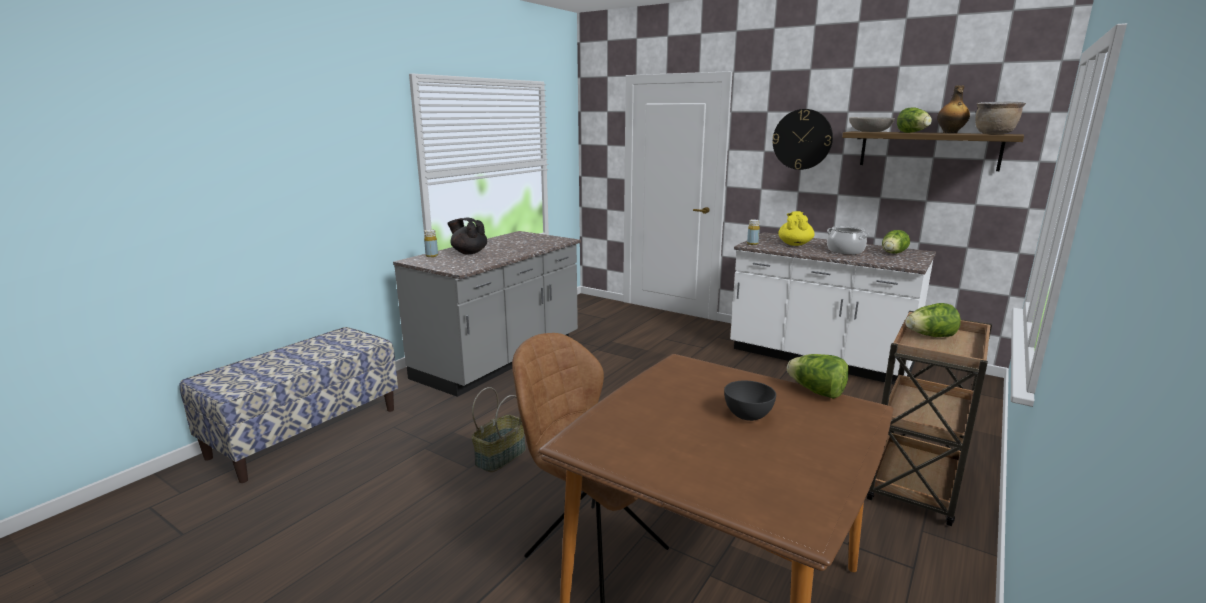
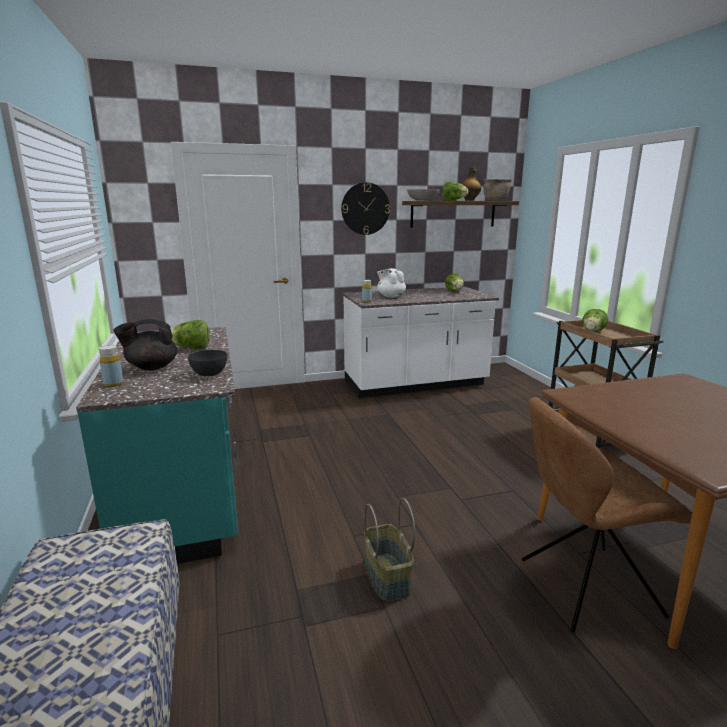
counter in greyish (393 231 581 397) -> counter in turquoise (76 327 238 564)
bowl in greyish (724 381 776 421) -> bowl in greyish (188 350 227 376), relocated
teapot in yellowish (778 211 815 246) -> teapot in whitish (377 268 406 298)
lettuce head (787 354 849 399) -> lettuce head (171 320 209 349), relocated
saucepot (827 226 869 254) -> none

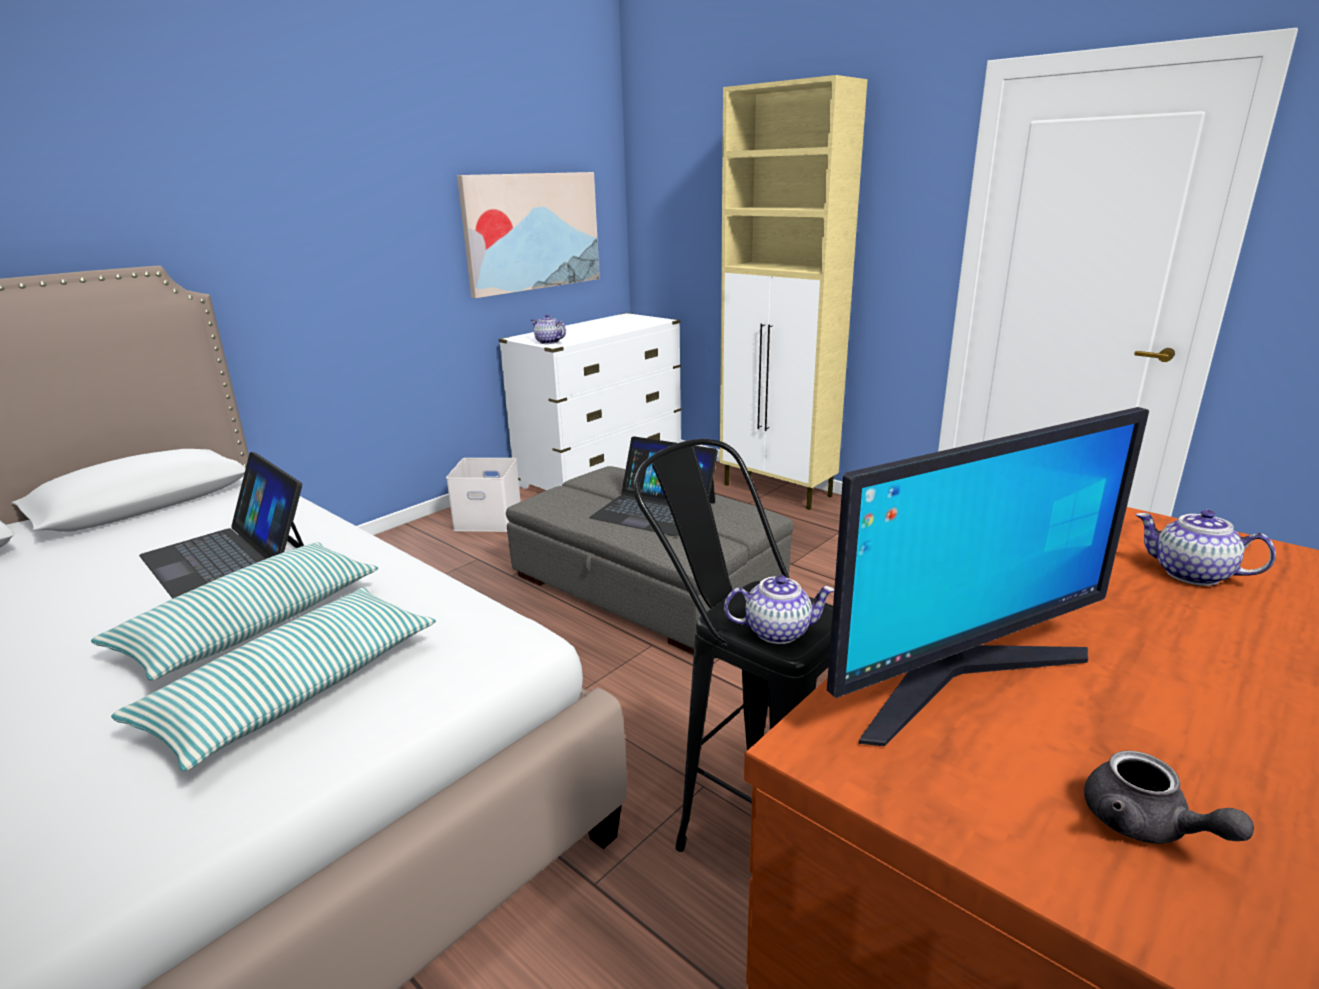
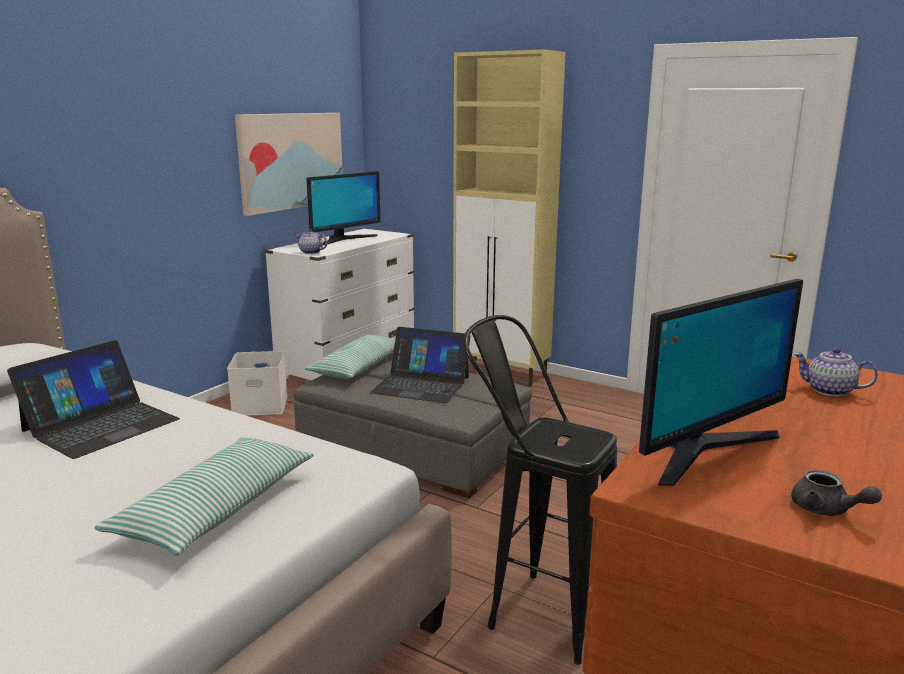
pillow (91 542 378 681) -> pillow (305 335 395 379), relocated
portable computer (139 452 304 599) -> portable computer (7 340 180 459), 90 degrees counterclockwise
teapot (724 575 834 644) -> none
none -> monitor (306 171 381 245)

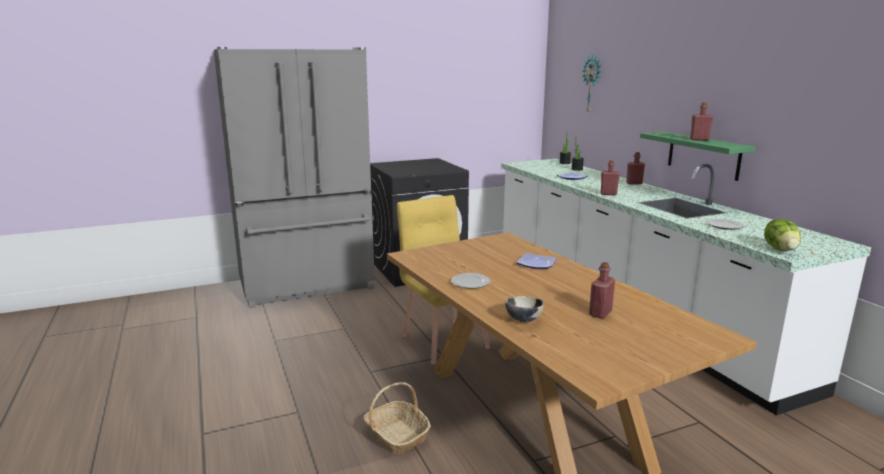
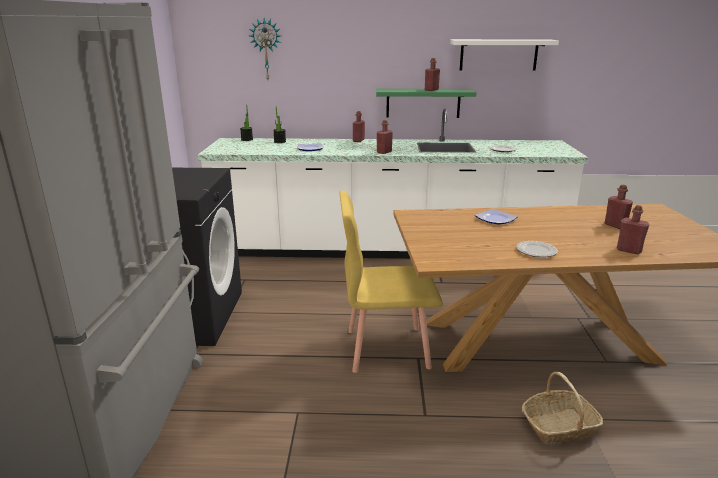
bowl (505 296 544 322) -> bottle in red-coloured (617 205 650 254)
lettuce head (764 219 801 251) -> none
none -> shelf in whitish (450 39 559 71)

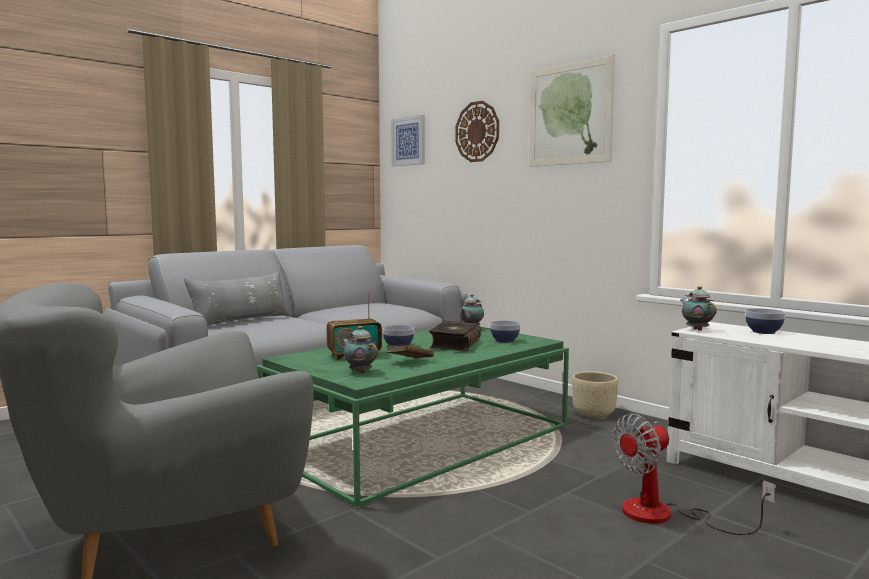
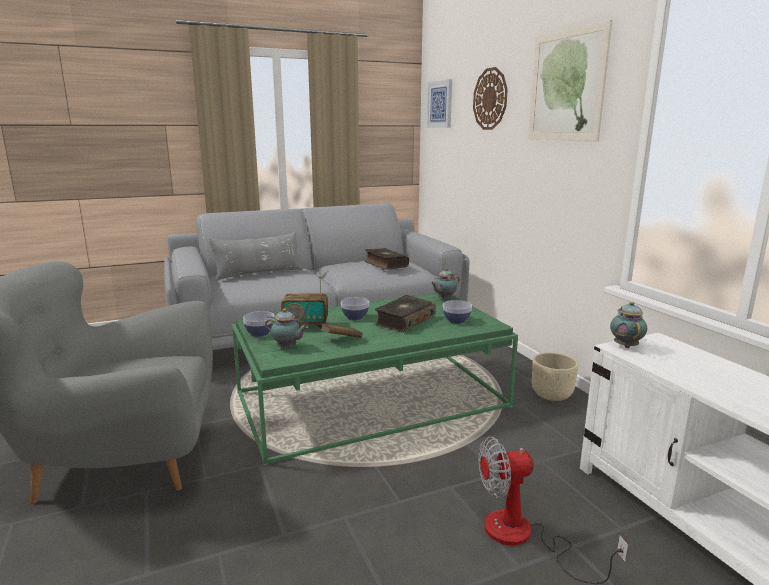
teapot (342 326 378 373) -> teapot (265 308 308 348), 135 degrees clockwise
bowl (745 308 785 334) -> bowl (243 311 275 337), relocated
none -> book (365 248 409 270)

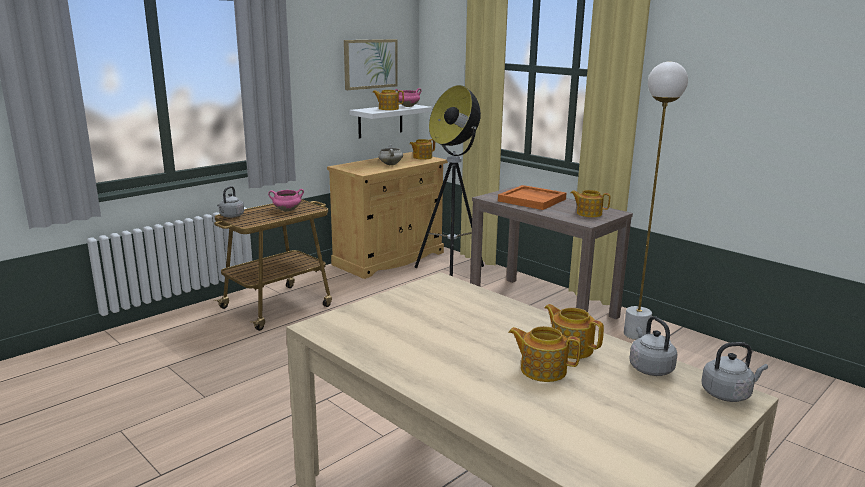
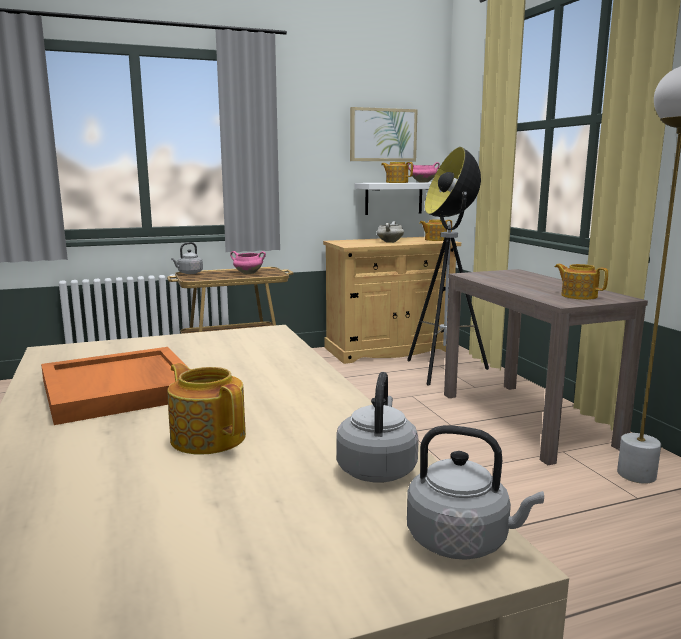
serving tray in orangey (498 185 566 210) -> serving tray in orangey (41 347 186 425), relocated
teapot (544 304 604 359) -> none

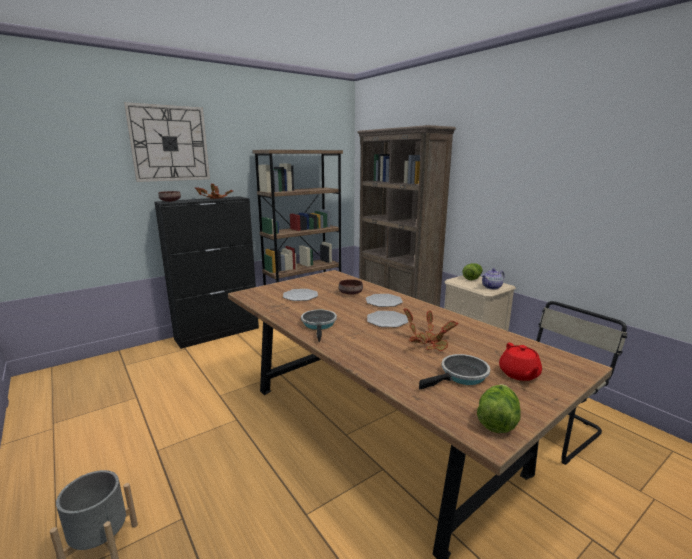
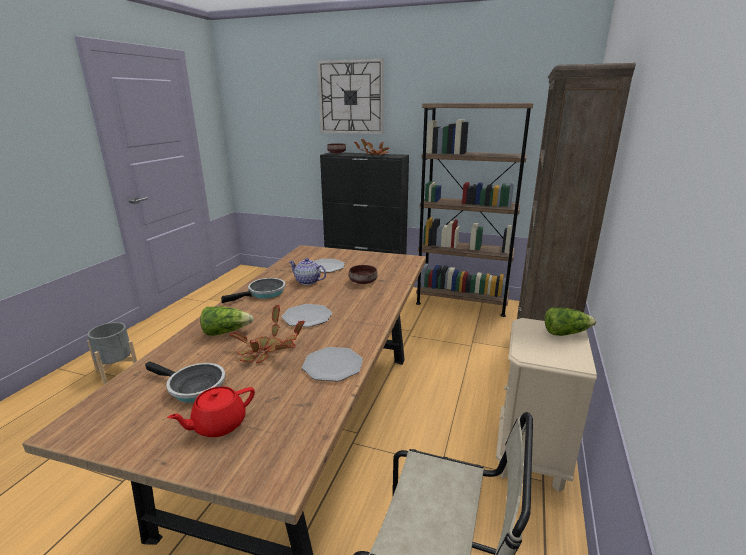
plate (366 294 403 307) -> plate (302 347 363 381), relocated
lettuce head (477 384 521 433) -> lettuce head (200 306 254 336), relocated
teapot (481 268 505 289) -> teapot (289 258 326 285), relocated

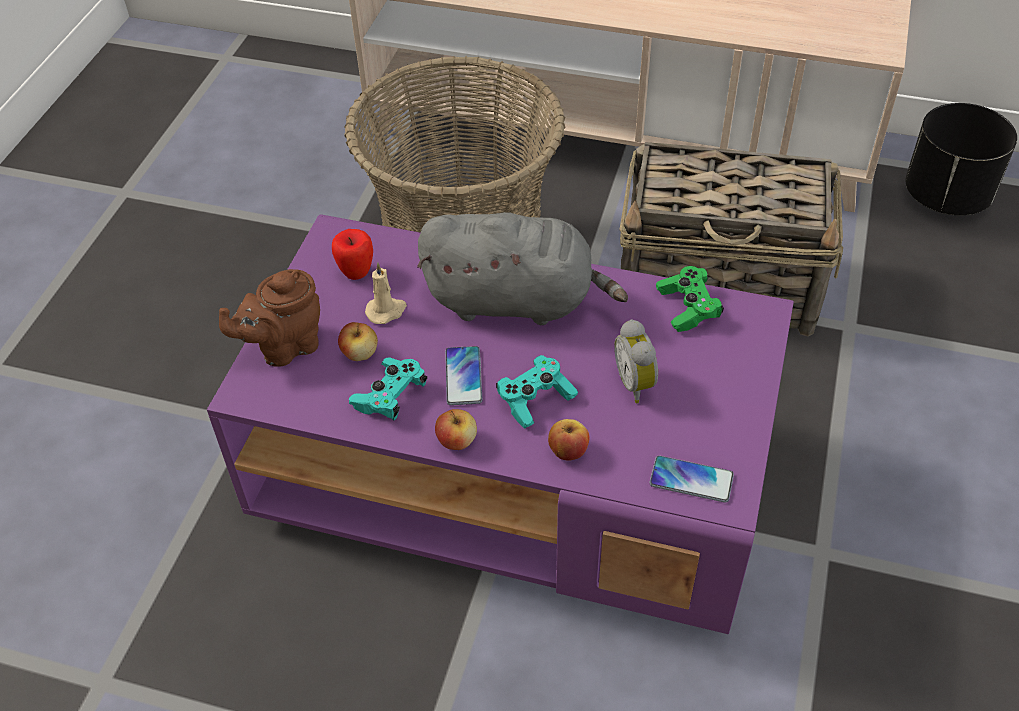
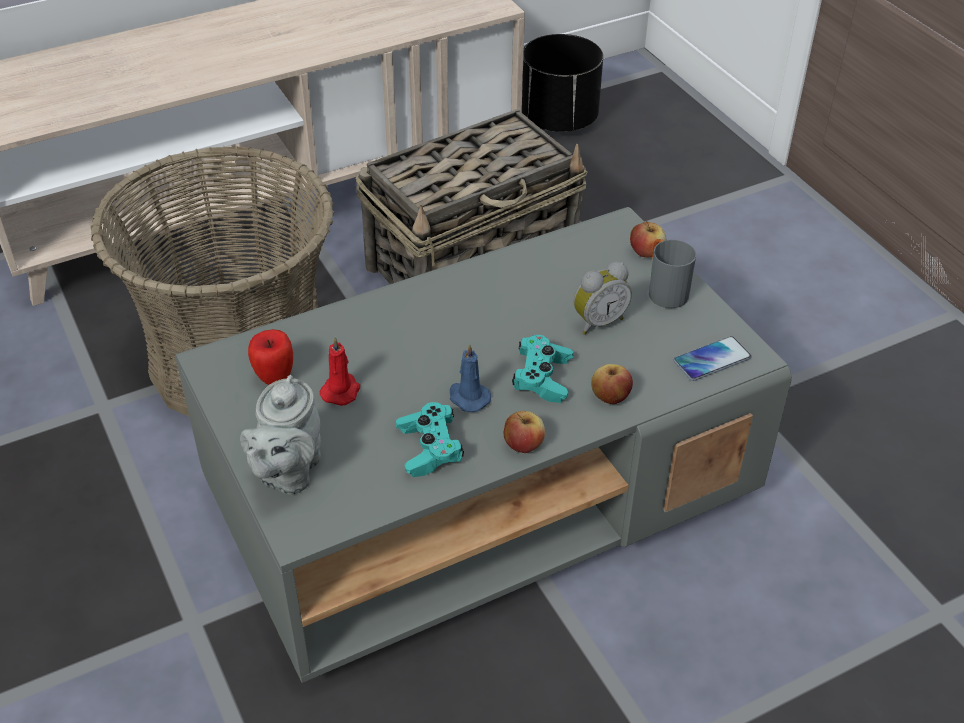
coffee table in purple-coloured (207 214 794 634) -> coffee table in greyish (175 207 792 683)
teapot in brown (219 269 320 367) -> teapot in greyish (240 375 321 495)
apple (338 322 378 361) -> apple (630 220 666 258), relocated
wax light in beige-coloured (365 262 407 324) -> wax light in red-coloured (320 337 360 406)
plush toy in greyish (417 212 628 325) -> none
phone (445 346 483 405) -> wax light in blue (450 343 491 412)
alarm clock (614 319 658 403) -> alarm clock (574 262 632 335), 60 degrees counterclockwise
gamepad in greenish (656 266 724 332) -> none
none -> mug in greyish (649 239 696 308)

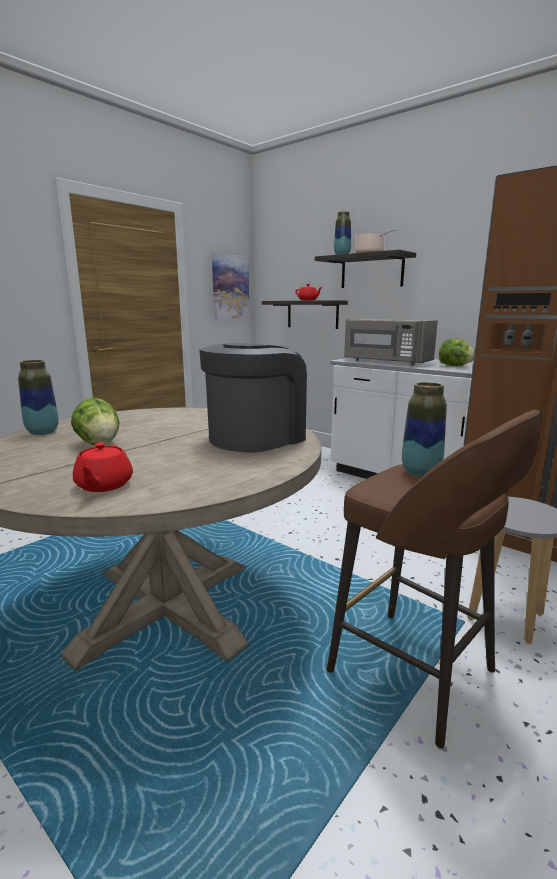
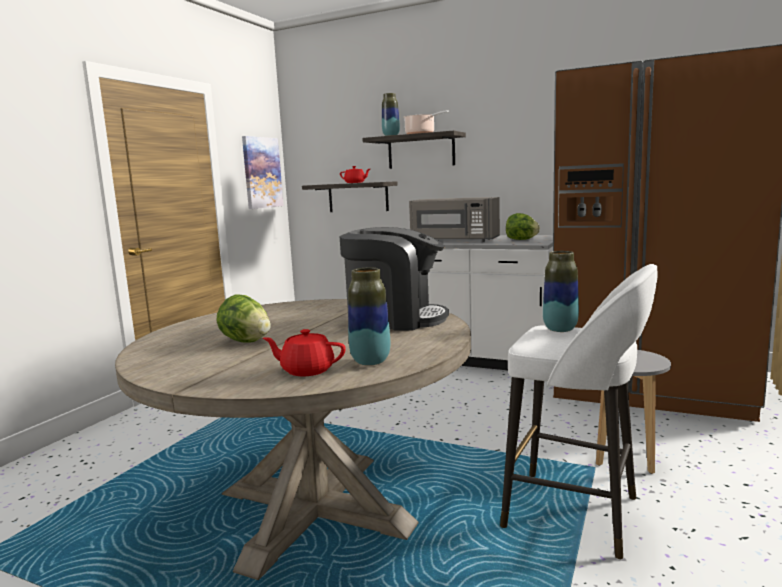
flower vase (18 360 59 435) -> flower vase (348 268 390 366), relocated
teapot in red-coloured (73 442 133 492) -> teapot in red-coloured (263 329 346 376), 120 degrees clockwise
coffee brewer (199 343 307 453) -> coffee brewer (339 227 449 331), 75 degrees clockwise
stool in brown (327 410 541 748) -> stool in whitish (500 264 658 560)

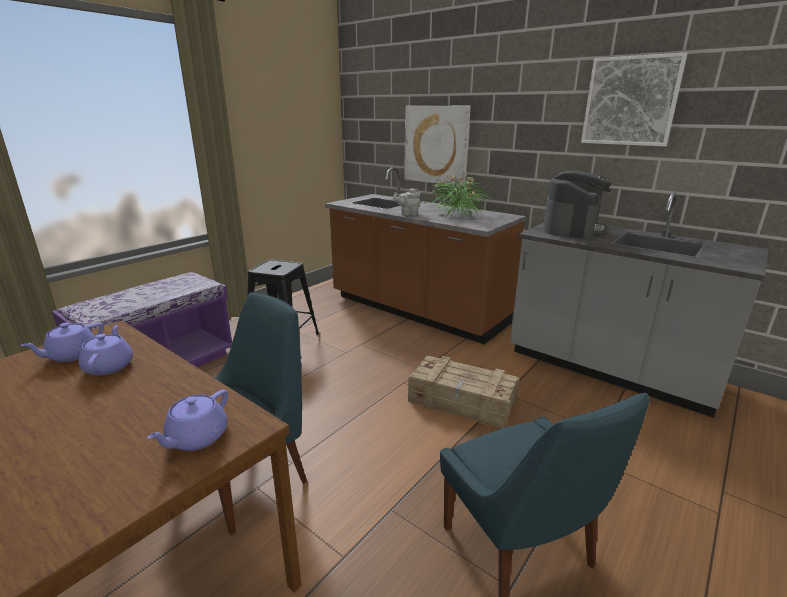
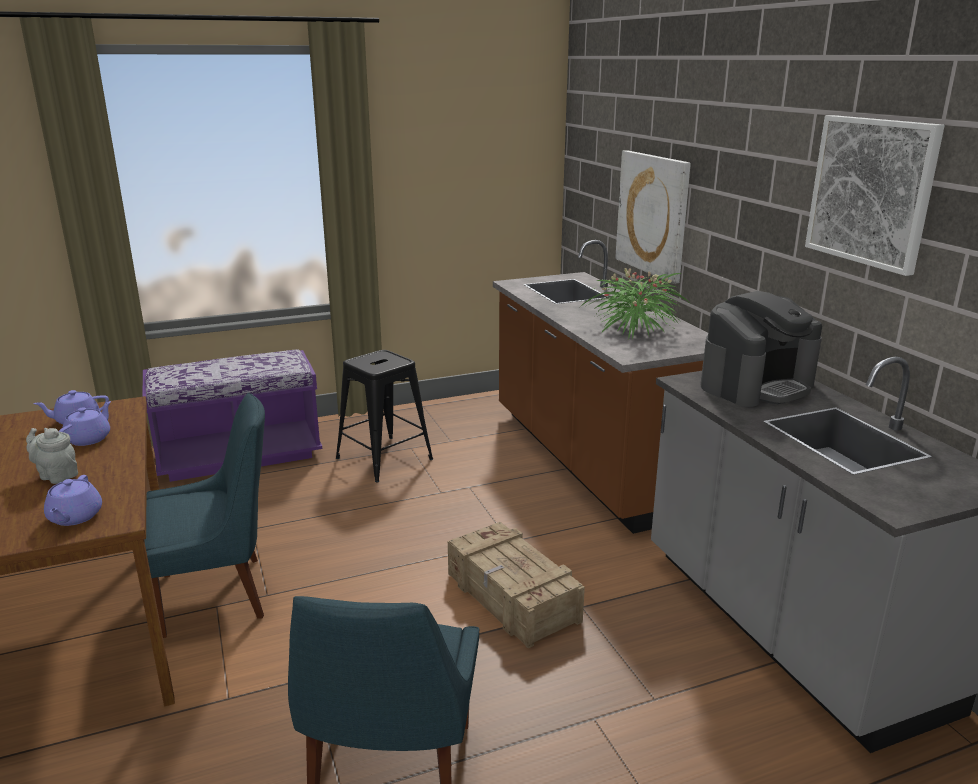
teapot in purple-coloured (147 390 228 451) -> teapot in purple-coloured (44 475 102 526), 60 degrees counterclockwise
teapot in greyish (393 188 421 216) -> teapot in greyish (26 428 78 484), relocated

